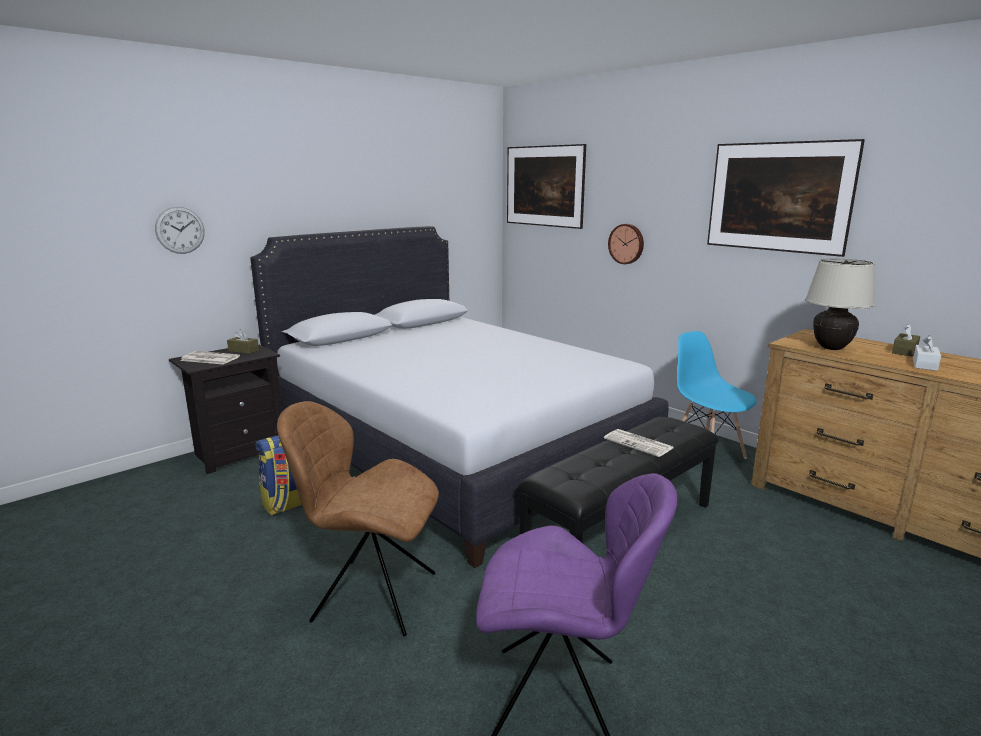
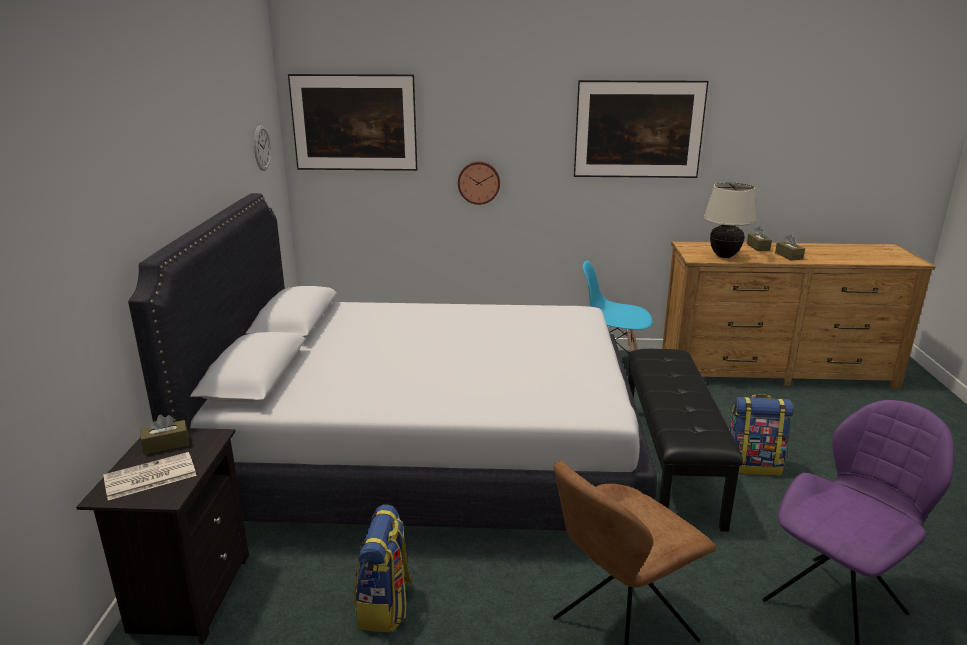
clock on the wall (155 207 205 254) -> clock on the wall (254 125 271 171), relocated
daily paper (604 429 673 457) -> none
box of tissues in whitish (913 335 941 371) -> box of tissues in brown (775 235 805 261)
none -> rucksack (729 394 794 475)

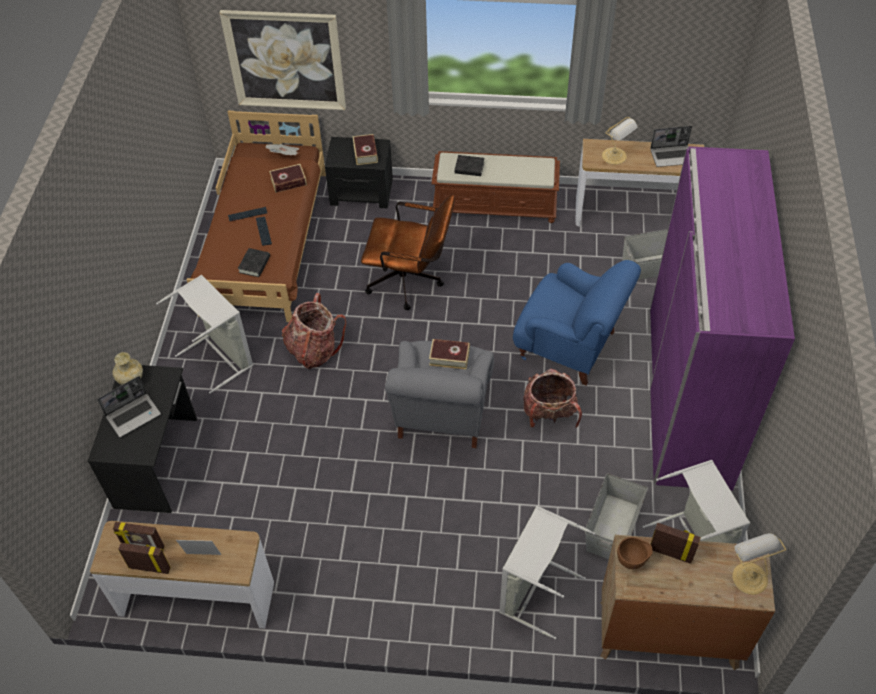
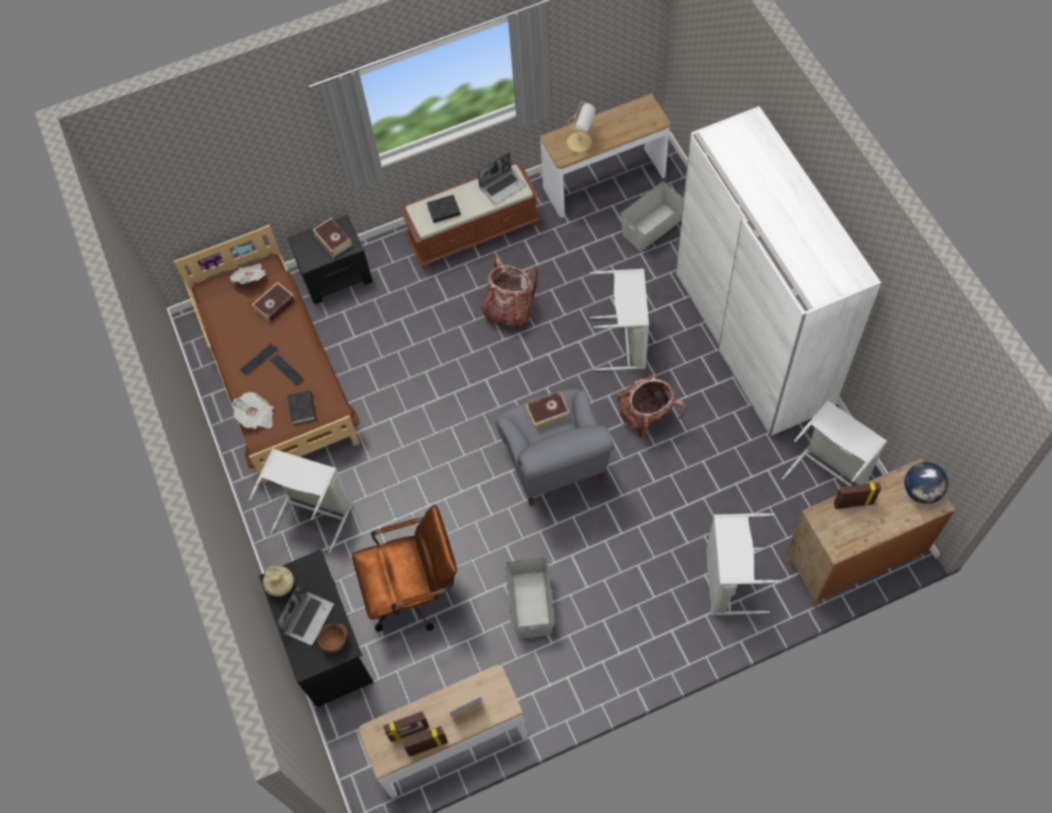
wall art (219 10 346 110) -> none
rucksack (282 293 346 369) -> rucksack (481 257 538 329), relocated
office chair in brown (361 194 455 310) -> office chair in brown (352 505 457 632), relocated
armchair in blue (513 260 641 386) -> washing basket in greyish (590 269 649 371)
storage container in greyish (585 473 648 559) -> storage container in greyish (505 557 555 639), relocated
bowl in brown (617 537 653 569) -> bowl in brown (318 624 347 653), relocated
portable computer (650 126 692 167) -> portable computer (477 152 526 204), relocated
wardrobe in purple-coloured (650 146 795 491) -> wardrobe in whitish (676 106 881 436)
tabletop lamp (732 533 786 595) -> globe (904 462 948 504)
none -> daily paper (232 392 274 429)

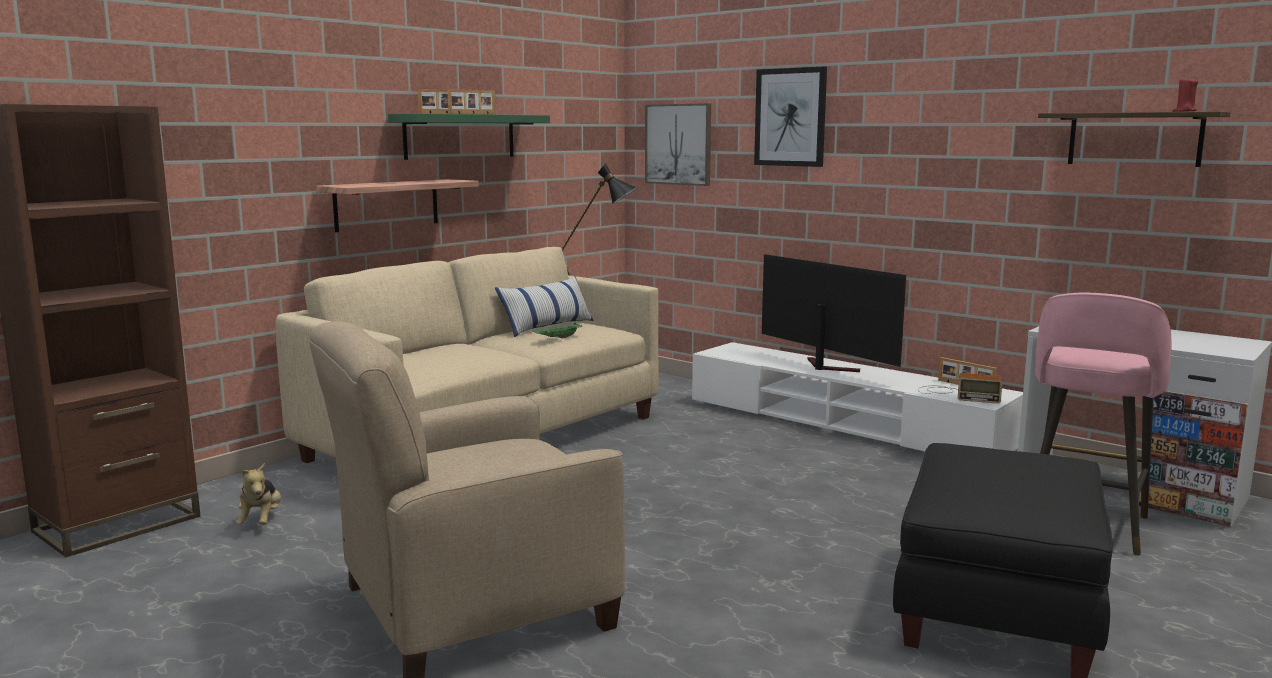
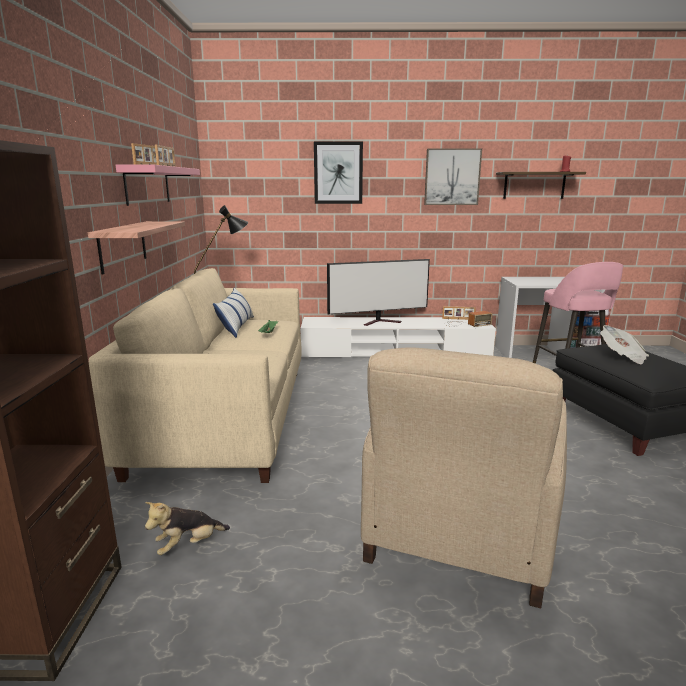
plush toy (236 463 281 525) -> plush toy (145 502 230 555), 105 degrees clockwise
shelf in greenish (388 113 550 160) -> shelf in pink-coloured (116 165 200 206)
wall art (645 103 711 186) -> wall art (424 148 482 205), relocated
TV (762 254 906 372) -> TV (327 259 430 326), 150 degrees clockwise
none -> daily paper (600 325 649 364)

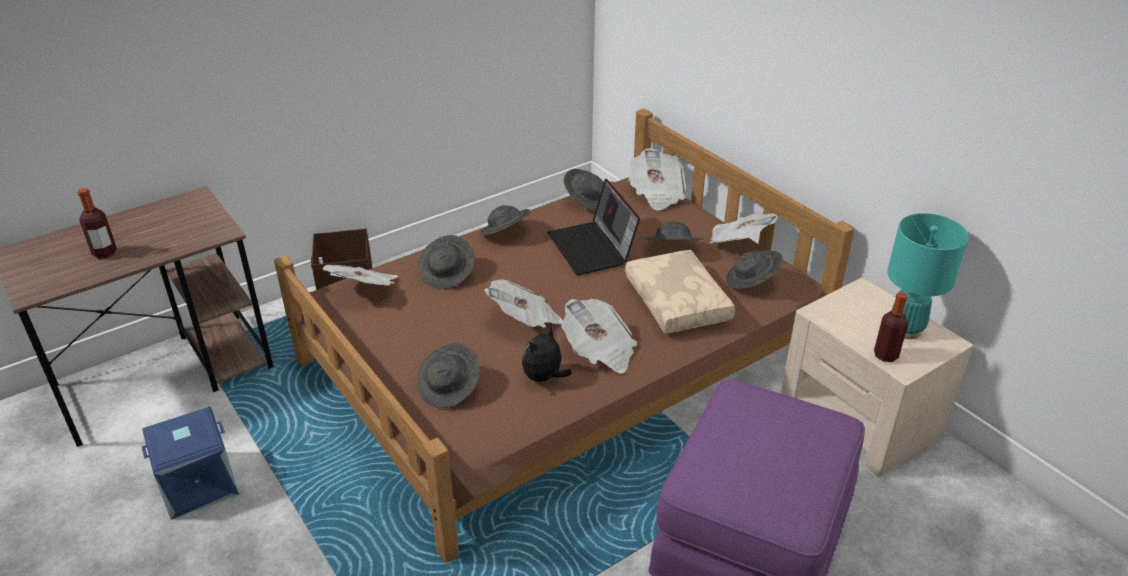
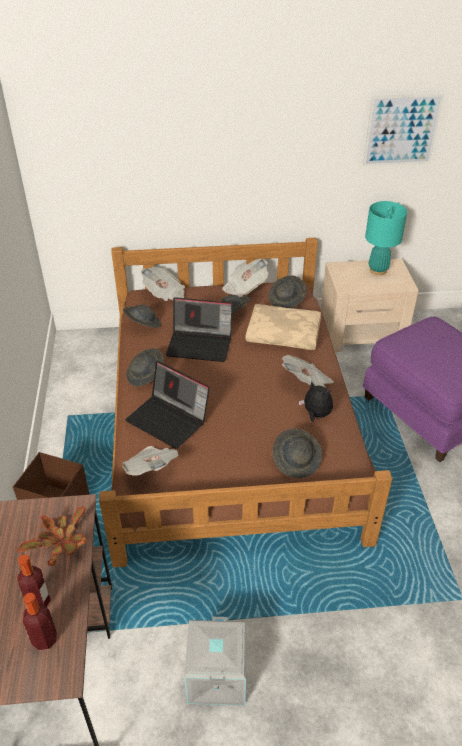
storage container in blue (142 407 239 520) -> storage container in greyish (184 617 247 706)
clothing hat in greyish (418 235 475 289) -> portable computer (125 361 210 449)
daily paper (484 279 562 328) -> none
plush toy (522 326 572 382) -> plush toy (299 381 333 422), 150 degrees clockwise
bottle (874 292 908 362) -> bottle (23 593 57 650), relocated
none -> houseplant (17 507 87 566)
none -> wall art (363 94 444 166)

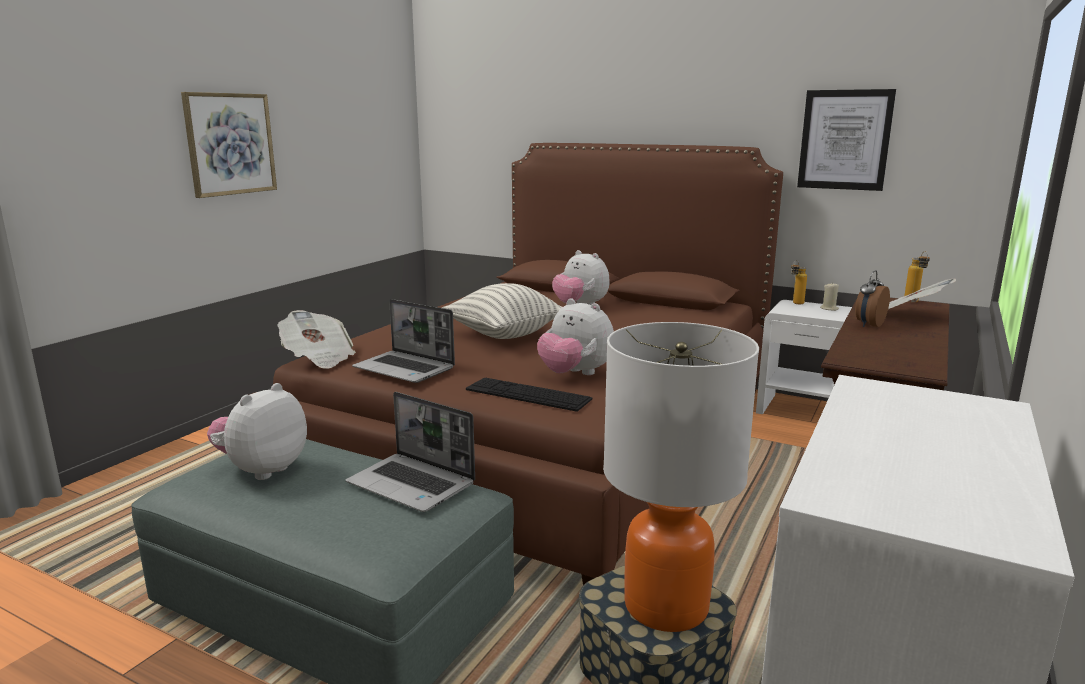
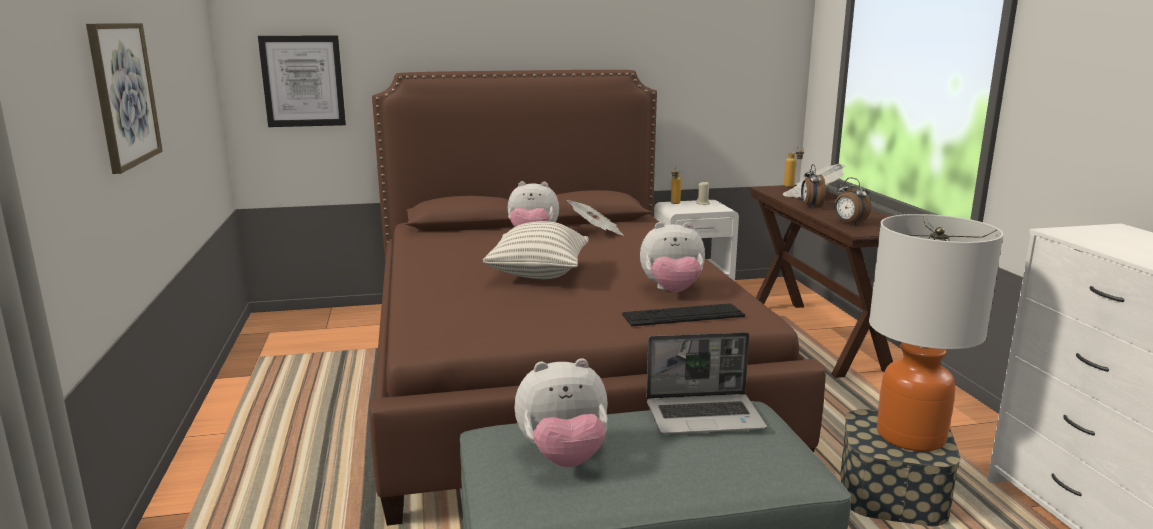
plush toy (207 383 307 480) -> plush toy (515 358 608 467), 90 degrees counterclockwise
daily paper (277 310 356 369) -> daily paper (567 200 623 235), relocated
portable computer (352 299 455 383) -> none
wall art (797 89 896 191) -> wall art (258 35 346 127), relocated
none -> alarm clock (834 178 871 226)

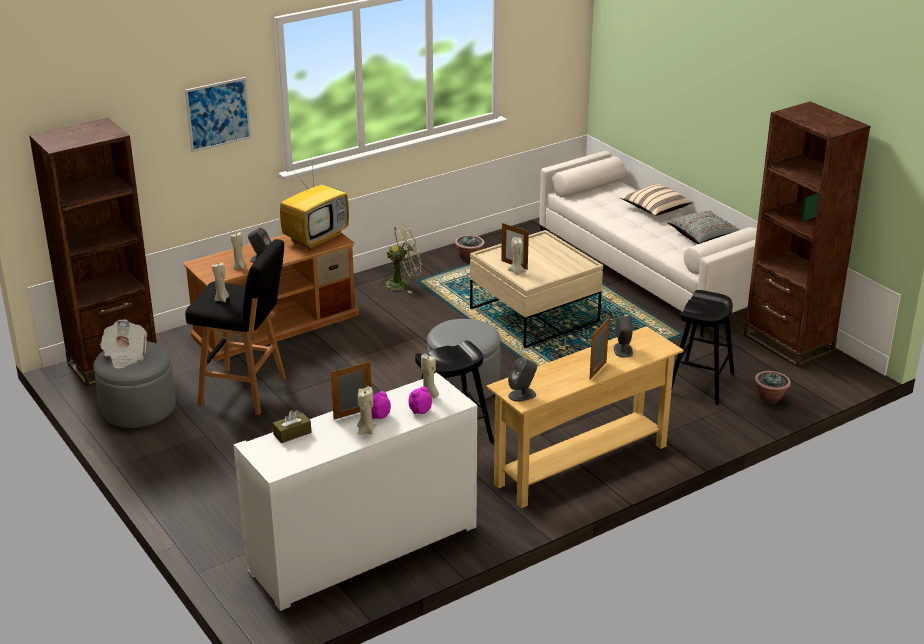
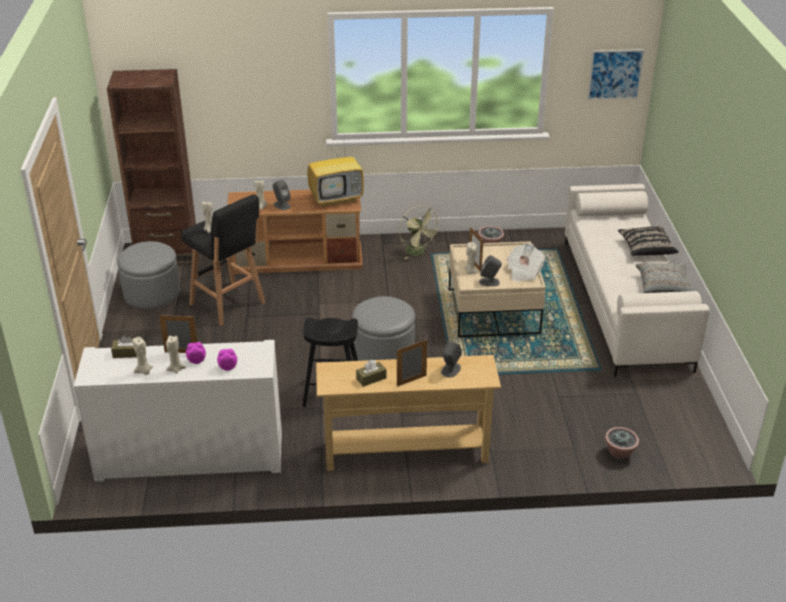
daily paper (100 319 147 369) -> daily paper (507 243 545 282), relocated
wall art (185 77 251 152) -> wall art (587 49 645 100), relocated
fan in greenish (377 224 421 293) -> fan in greenish (399 205 441 259), 45 degrees clockwise
wax light in beige-coloured (421 353 439 398) -> wax light in beige-coloured (133 337 153 375), relocated
audio speaker in greyish (508 357 537 402) -> audio speaker in greyish (479 255 502 286), relocated
pillow in beige-coloured (620 184 692 216) -> pillow in blackish (618 226 679 256)
stool in blackish (671 290 734 405) -> none
shelving unit in brown (744 102 871 368) -> none
none -> box of tissues in brown (356 360 386 387)

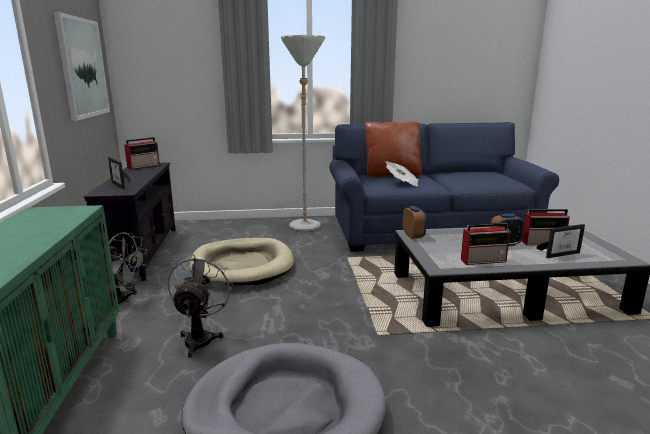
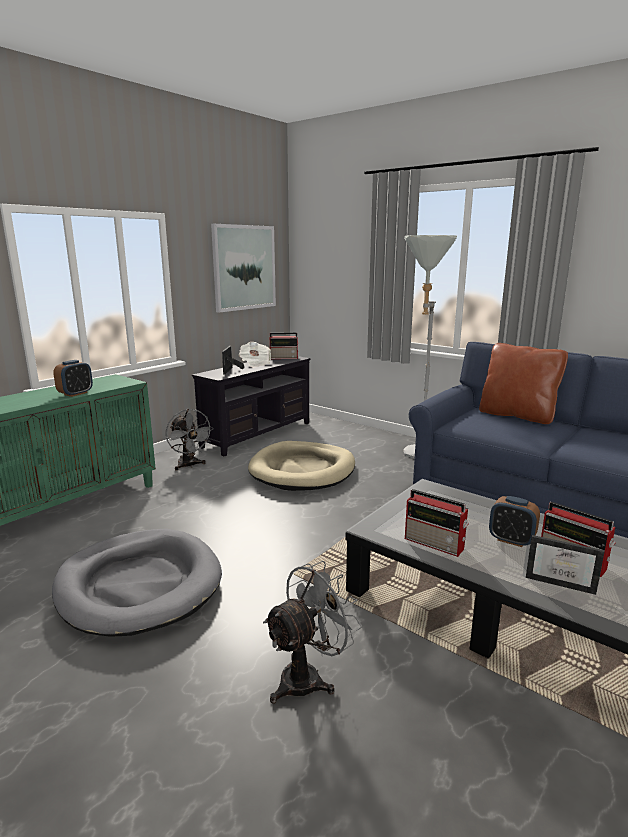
fan in greyish (168 254 233 358) -> fan in greyish (263 561 362 704), relocated
daily paper (386 161 419 187) -> daily paper (239 342 271 368), relocated
alarm clock (403 206 427 239) -> alarm clock (53 360 93 397), relocated

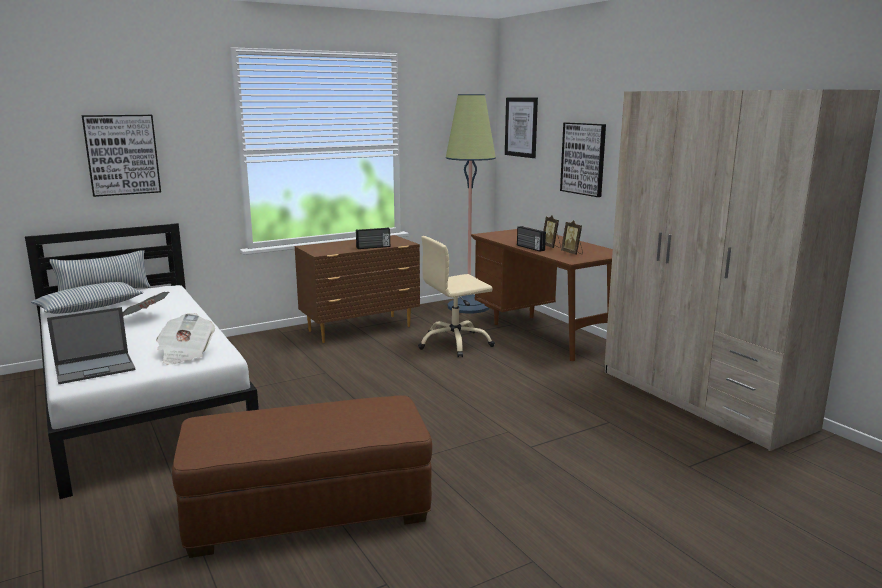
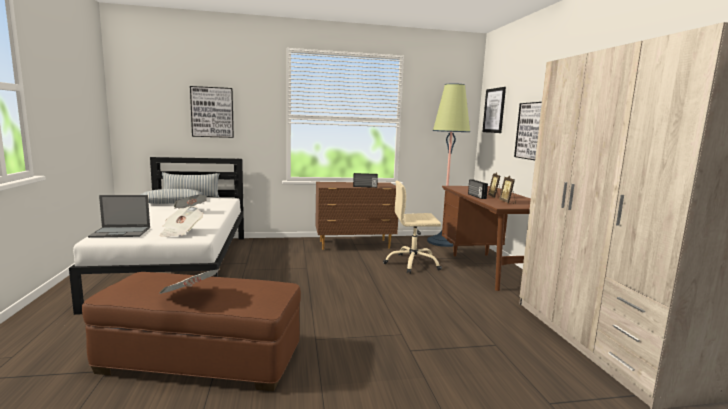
none -> daily paper (160 269 219 294)

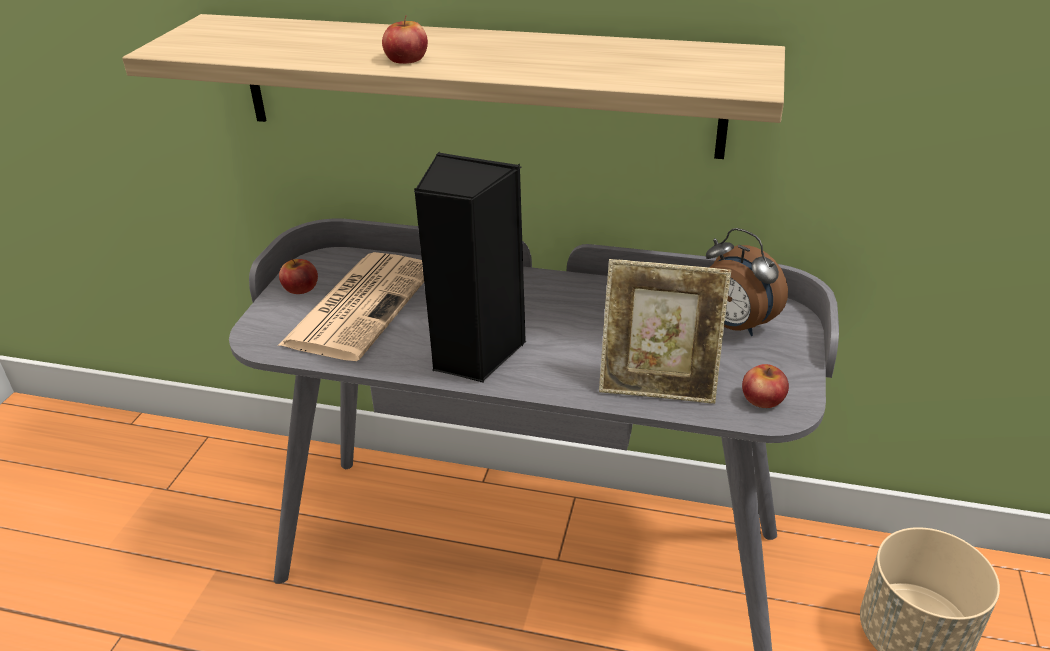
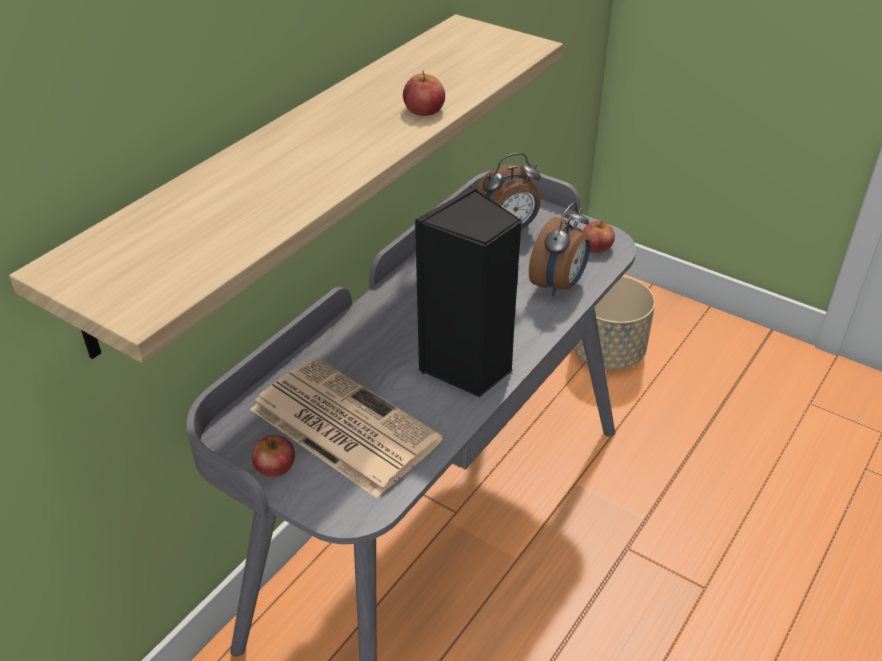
apple (382 15 428 64) -> apple (403 70 445 116), relocated
picture frame (599 259 731 404) -> alarm clock (529 202 590 296)

